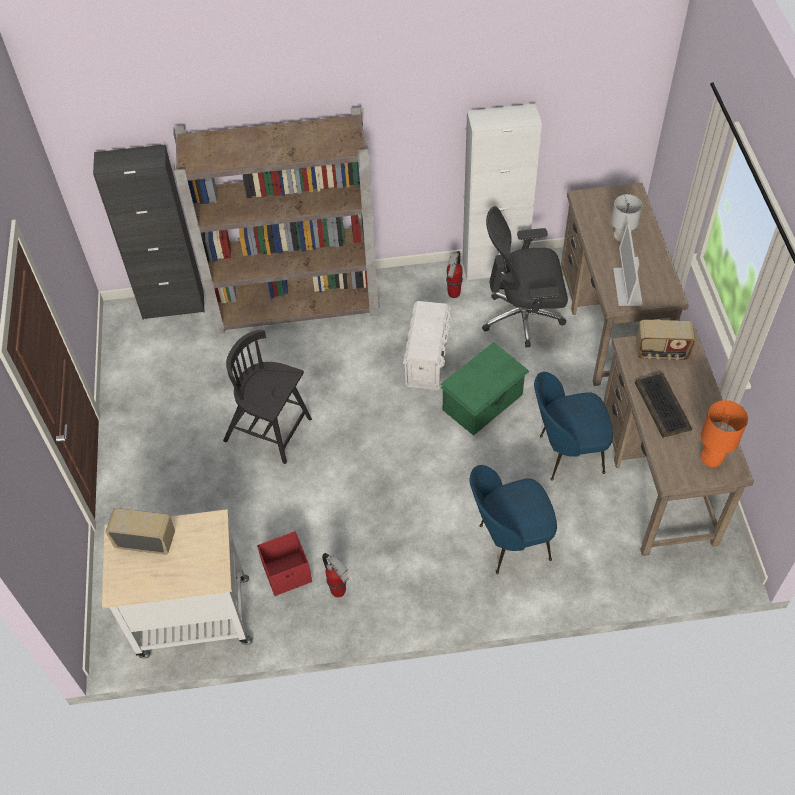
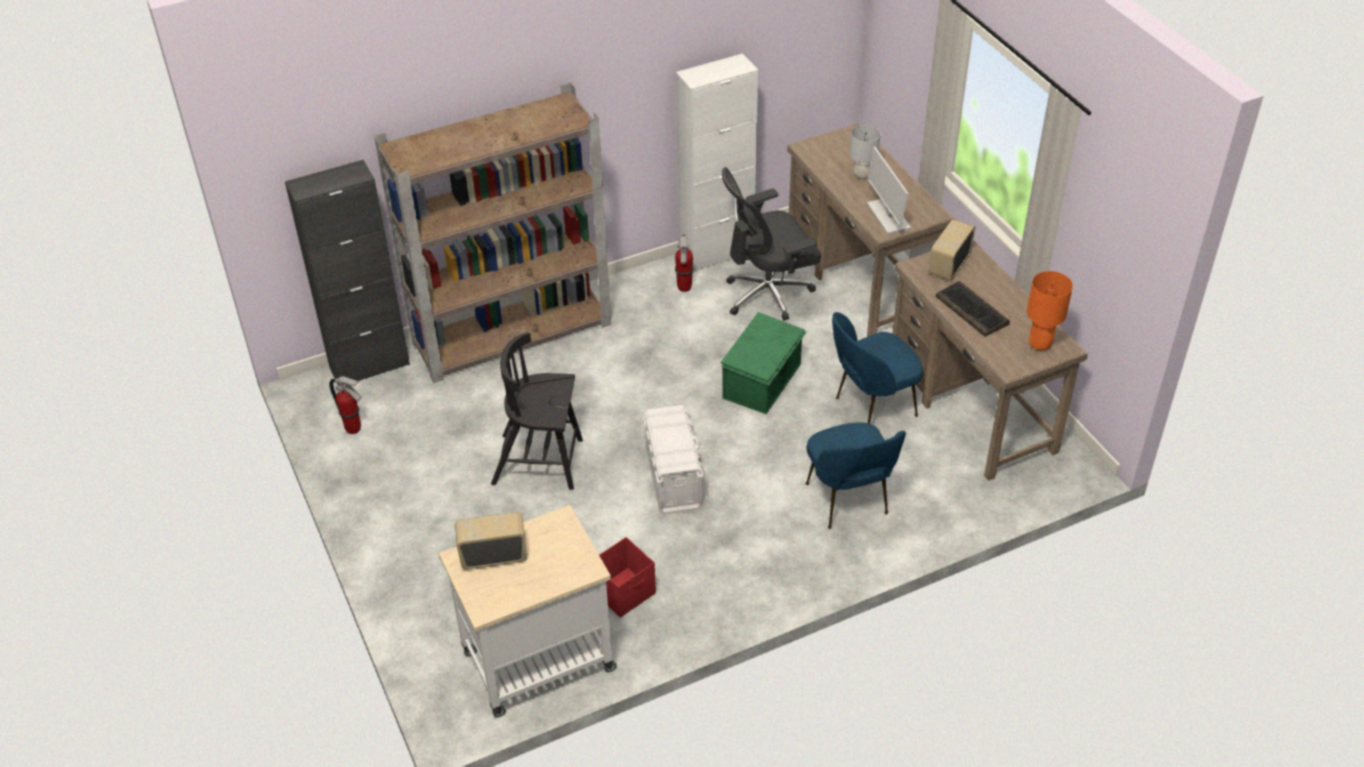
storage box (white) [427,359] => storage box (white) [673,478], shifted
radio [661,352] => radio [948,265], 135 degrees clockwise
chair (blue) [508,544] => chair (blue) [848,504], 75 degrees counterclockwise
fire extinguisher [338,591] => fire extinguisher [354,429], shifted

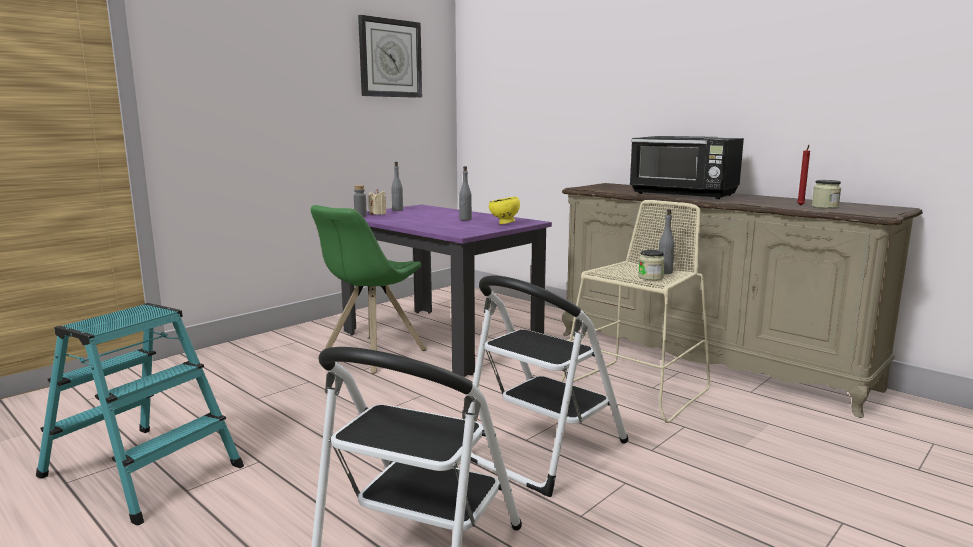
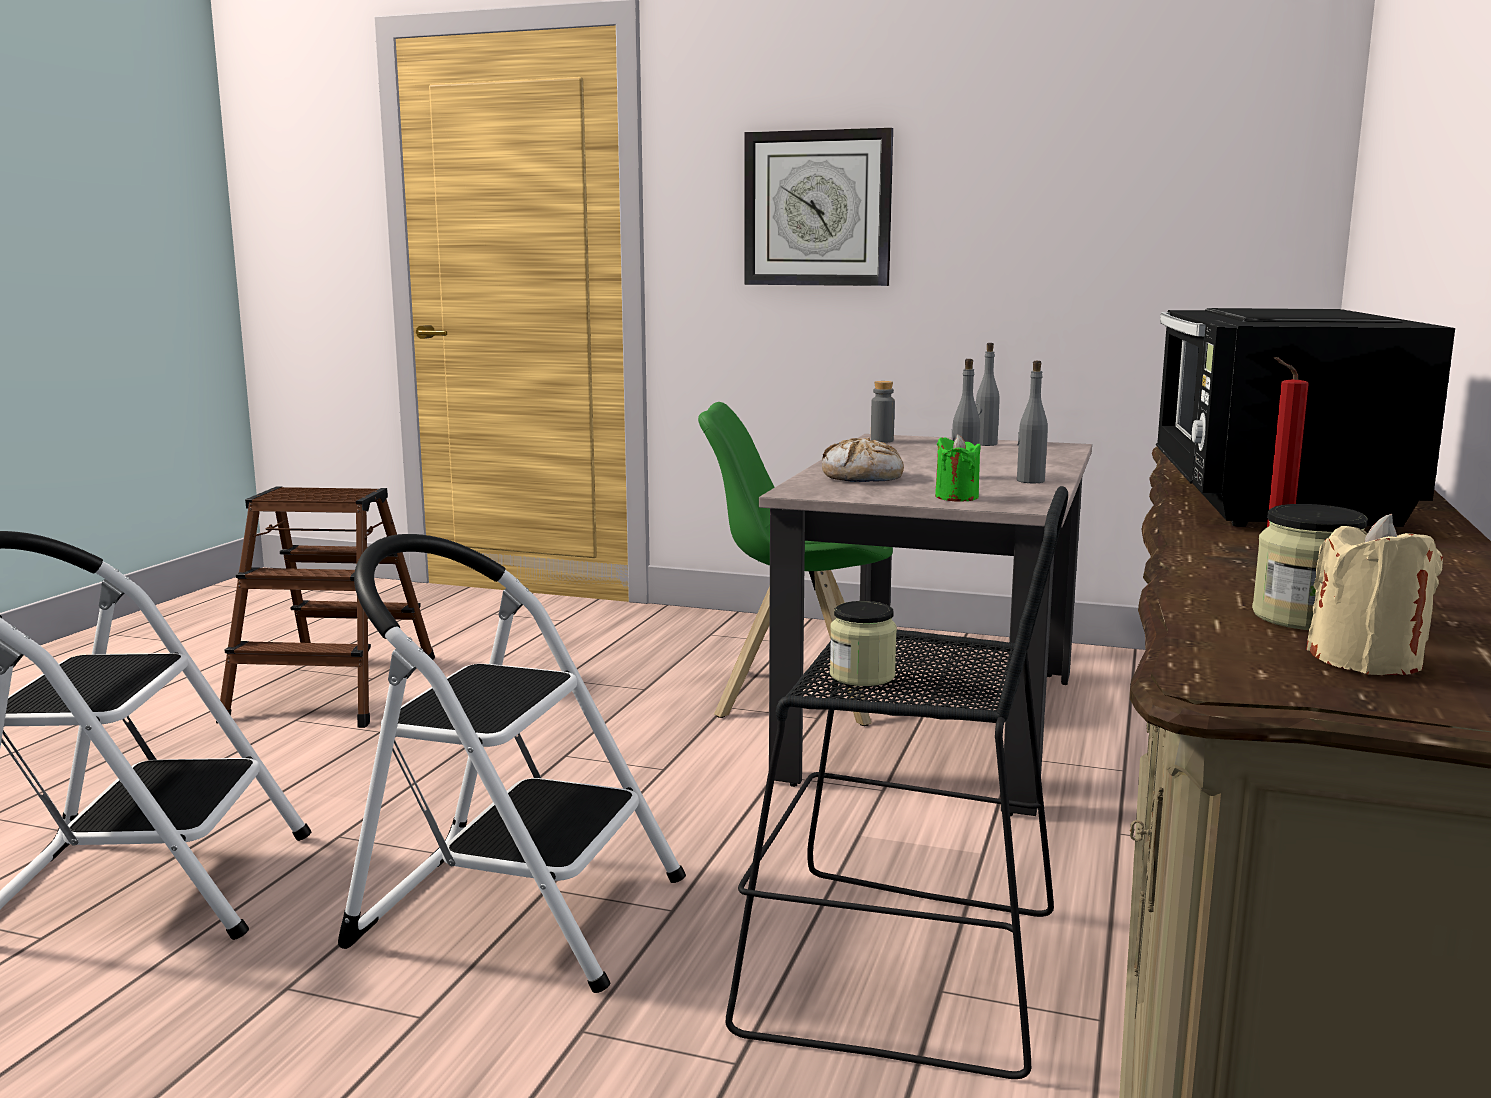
wall clock [390,58] => wall clock [817,208], shifted
candle (beige) [377,213] => candle (beige) [1366,661], shifted
bowl (yellow) [504,224] => candle (green) [956,497]
stool (beige) [635,390] => stool (black) [897,968]
dining table (purple) [440,339] => dining table (beige) [935,724]
bottle (grey) [664,272] => bottle (grey) [1030,481], shifted
step ladder (turquoise) [141,470] => step ladder (brown) [334,688]
nothing => bread [863,477]

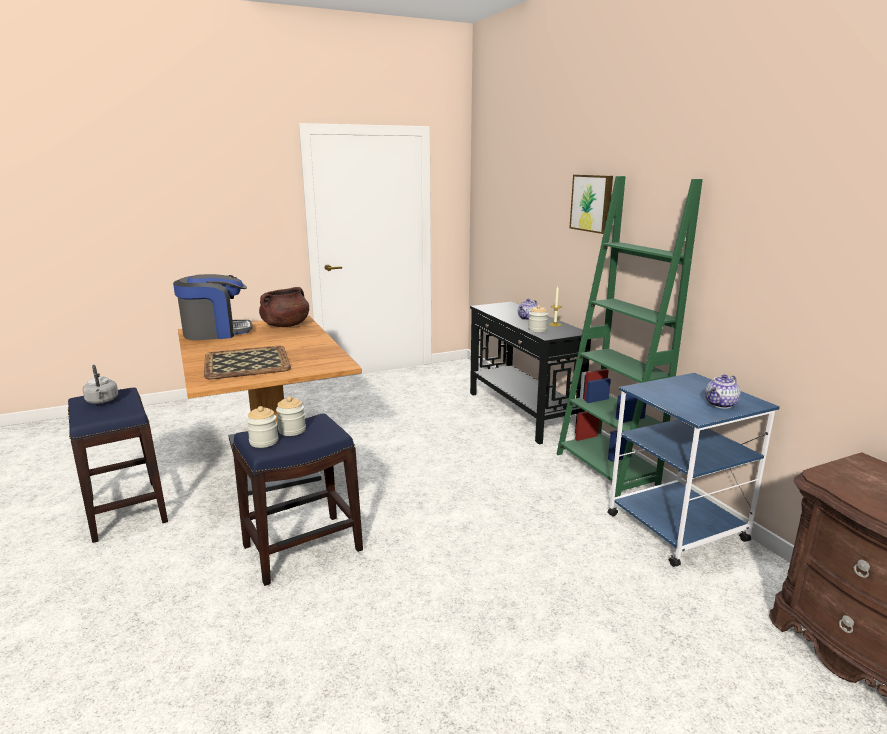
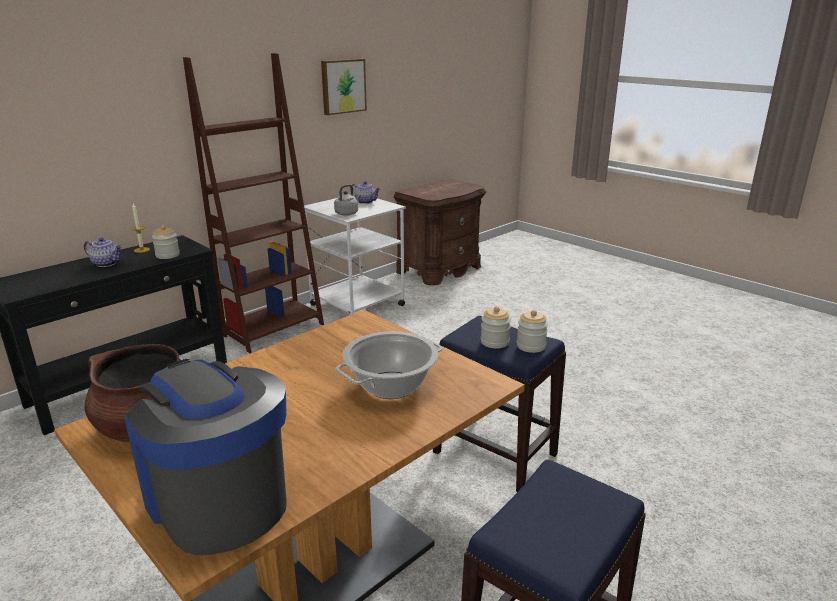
picture [592,203] => picture [342,86], shifted
bookcase (green) [606,468] => bookcase (brown) [273,329]
tray [246,362] => cooking pot [391,386]
kettle (grey) [102,401] => kettle (grey) [347,213], shifted
cart (blue) [677,529] => cart (white) [358,304]

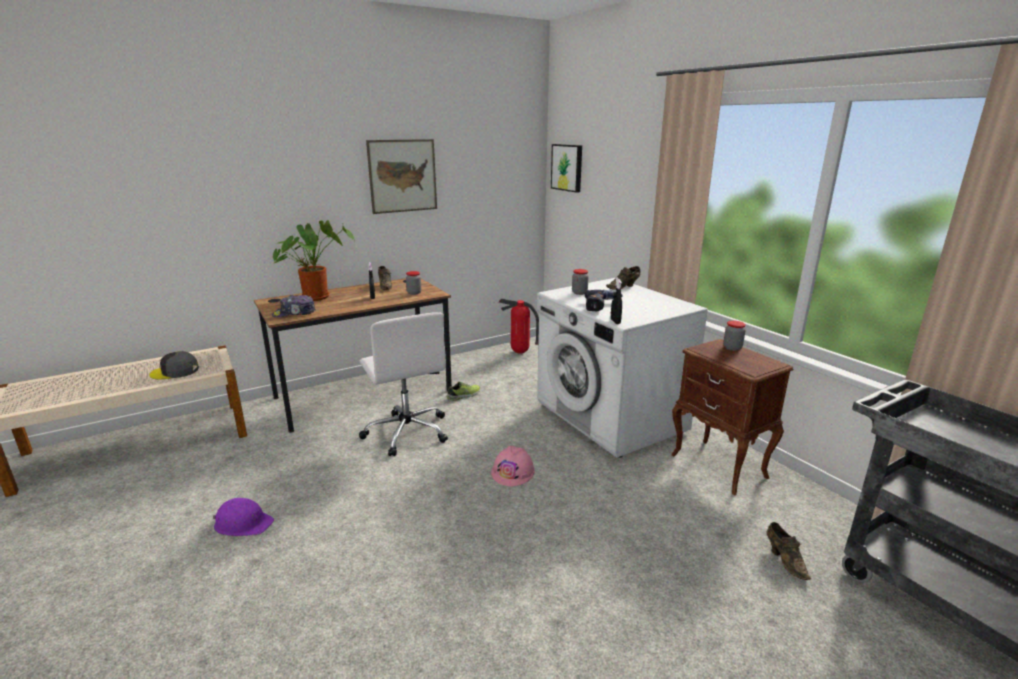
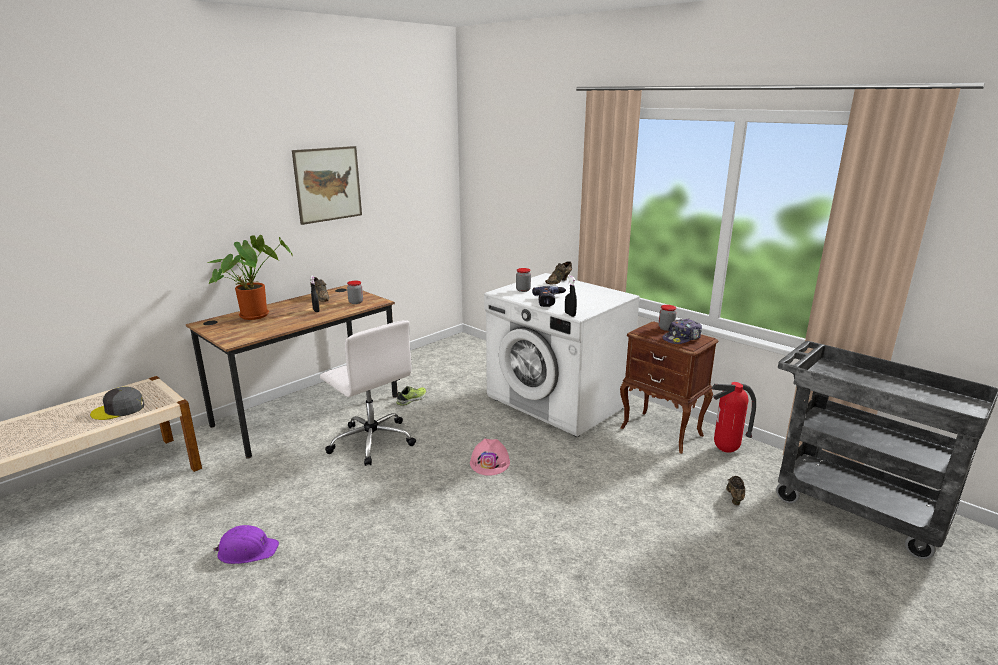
picture [567,167] => nothing
cap [294,313] => cap [682,338], shifted
fire extinguisher [519,353] => fire extinguisher [726,451], shifted
shoe (brown) [785,560] => shoe (brown) [734,497], 135 degrees counterclockwise

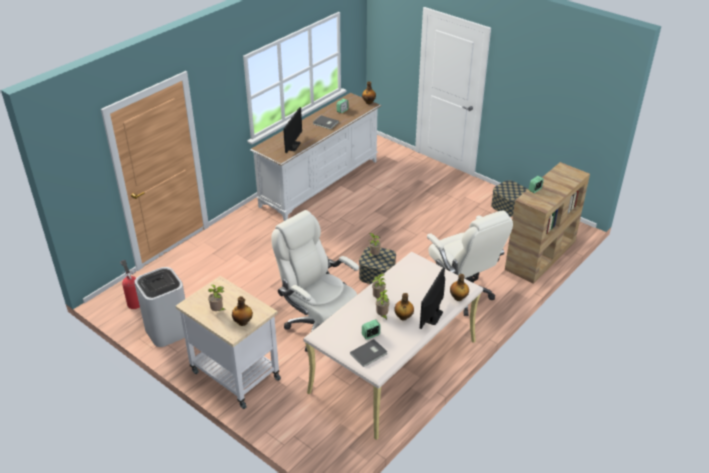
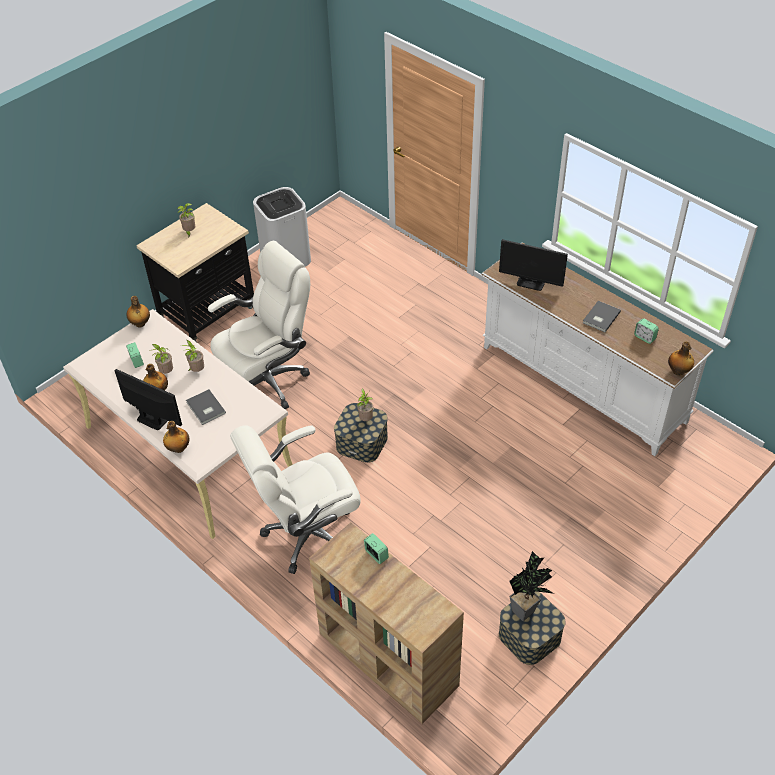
fire extinguisher [134,302] => nothing
cart (white) [235,375] => cart (black) [207,313]
bottle [243,322] => bottle [140,324], shifted
book (grey) [369,354] => book (grey) [205,408], shifted
nothing => potted plant [527,610]

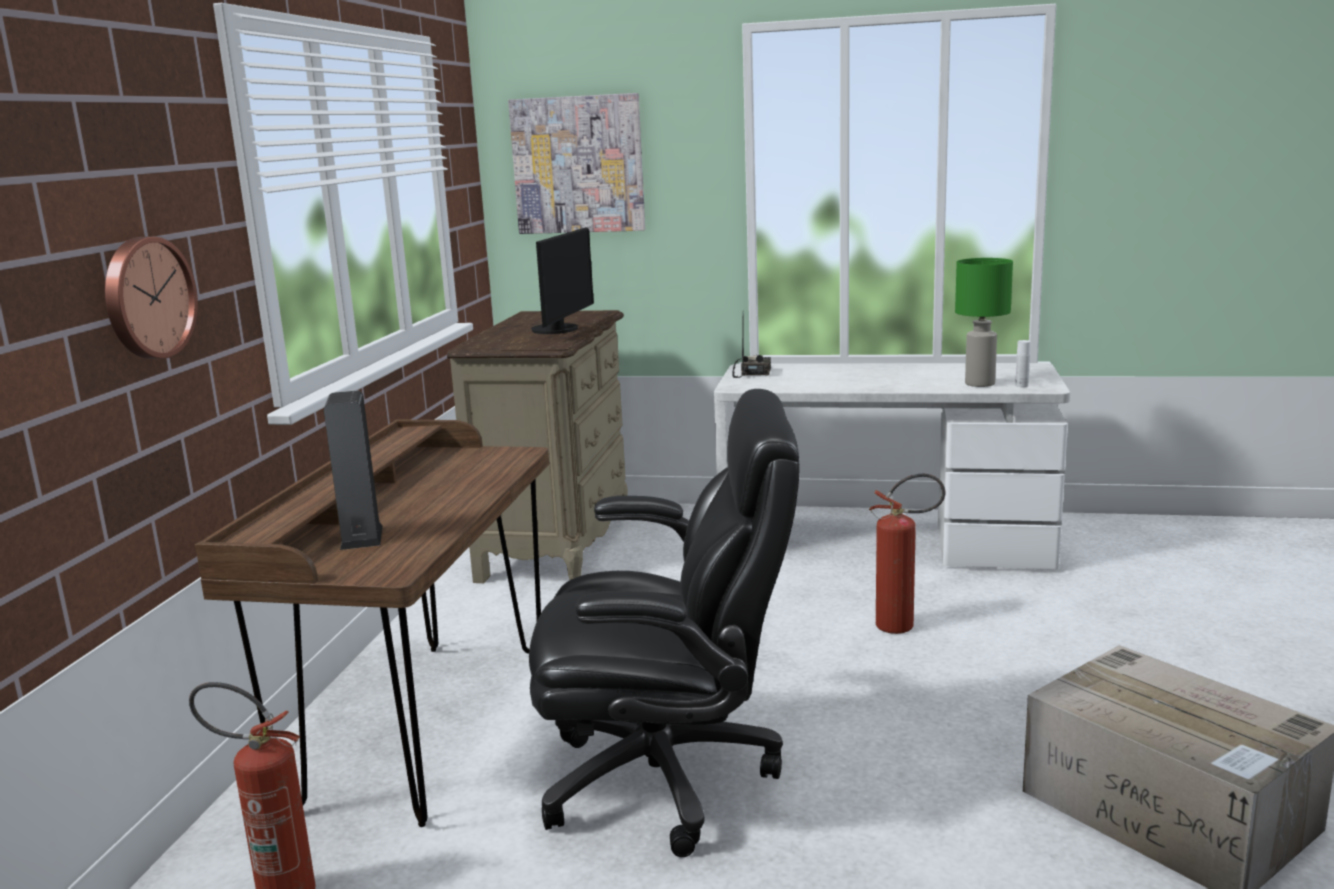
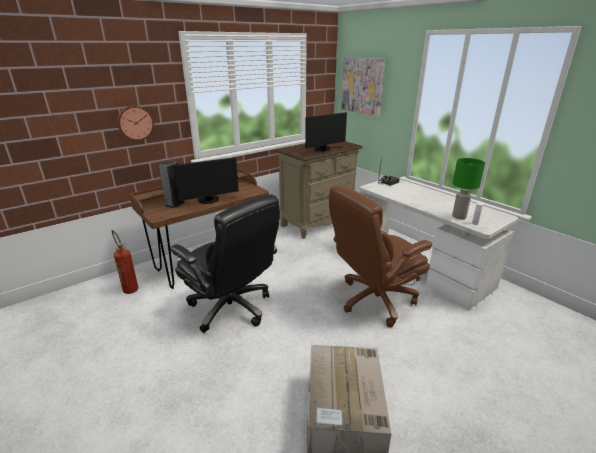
fire extinguisher [904,627] => office chair (brown) [372,300]
nothing => monitor [209,200]

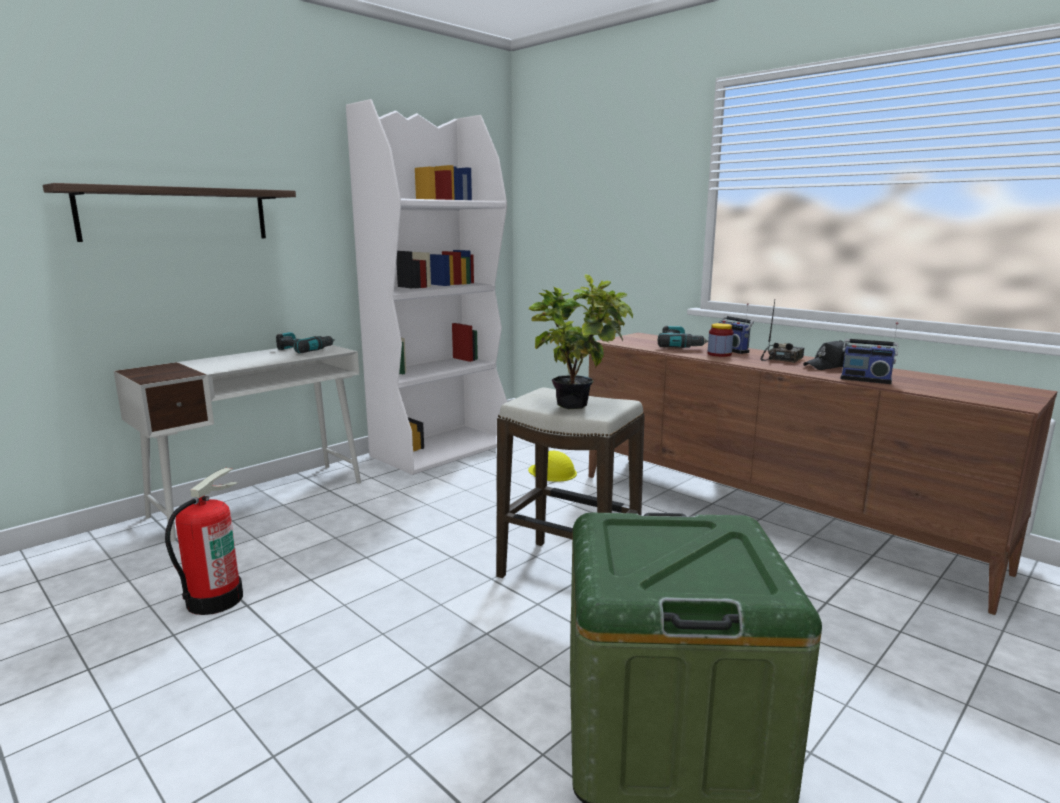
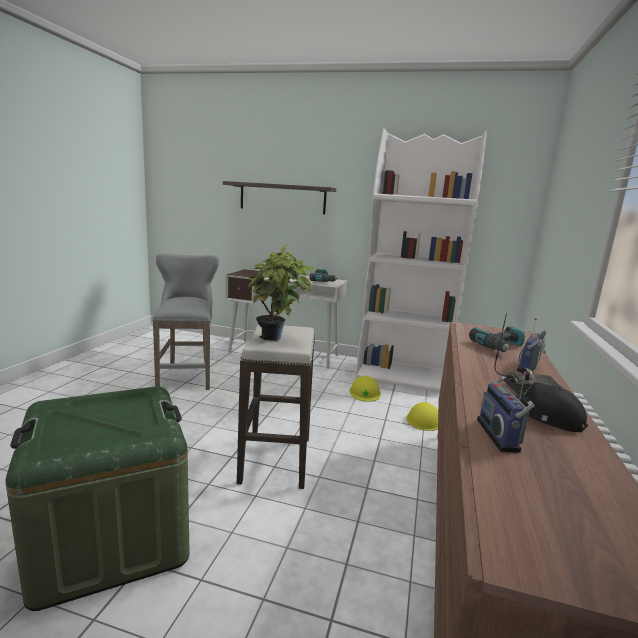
jar [719,354] => nothing
fire extinguisher [214,599] => stool (grey) [187,375]
nothing => hard hat (yellow) [365,392]

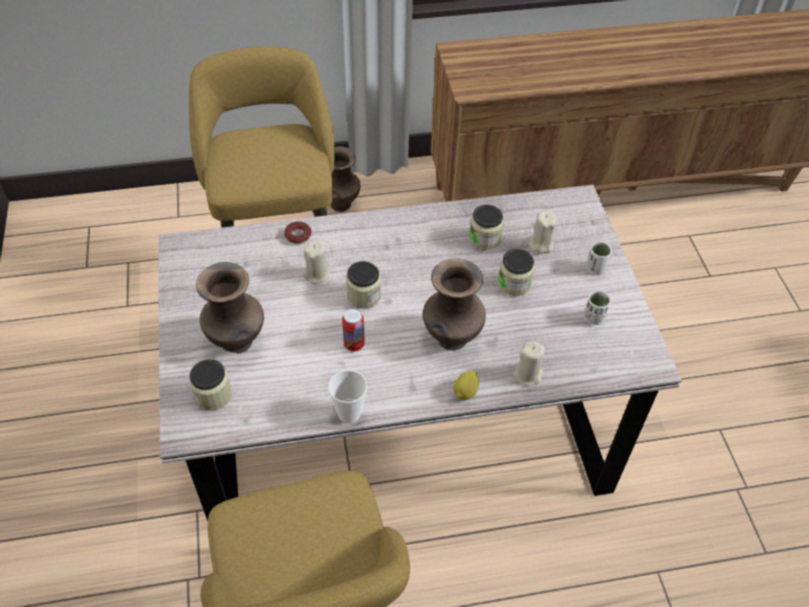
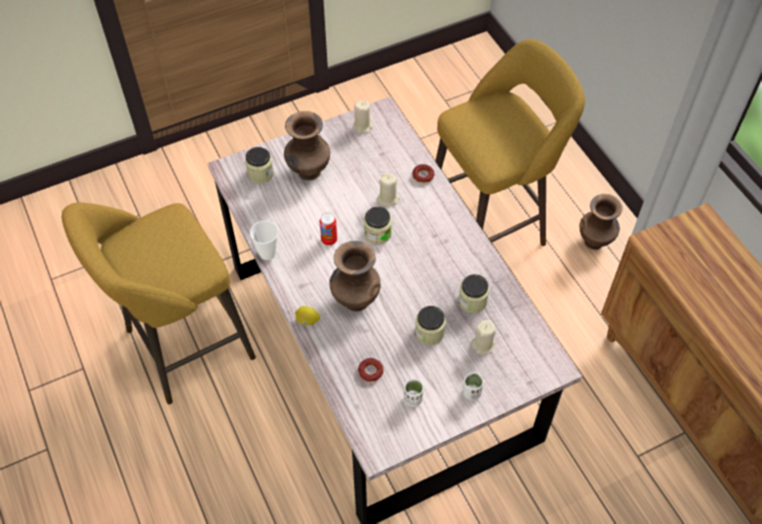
candle (beige) [528,375] => candle (beige) [362,126], shifted
nothing => donut [370,371]

